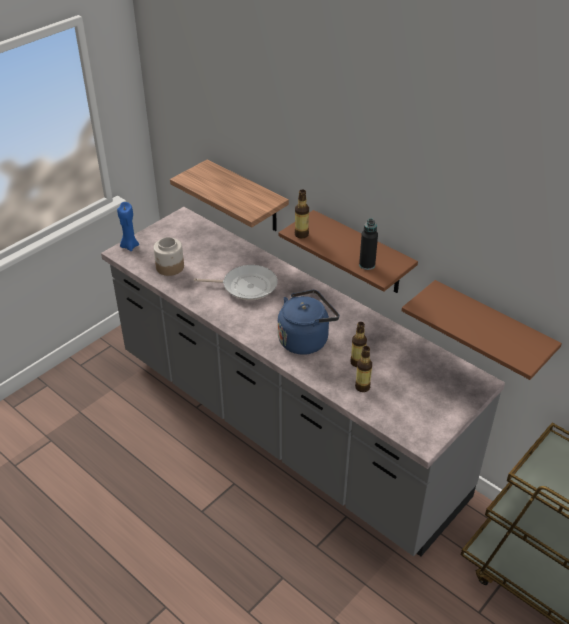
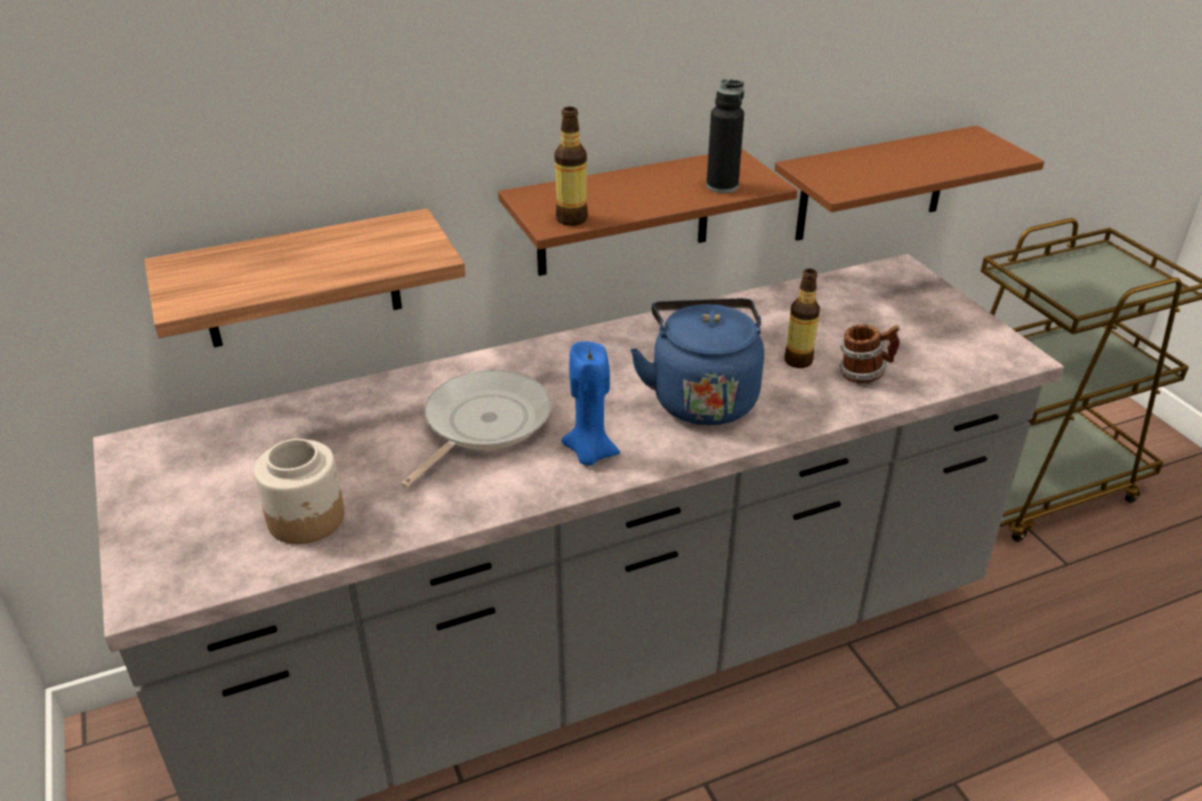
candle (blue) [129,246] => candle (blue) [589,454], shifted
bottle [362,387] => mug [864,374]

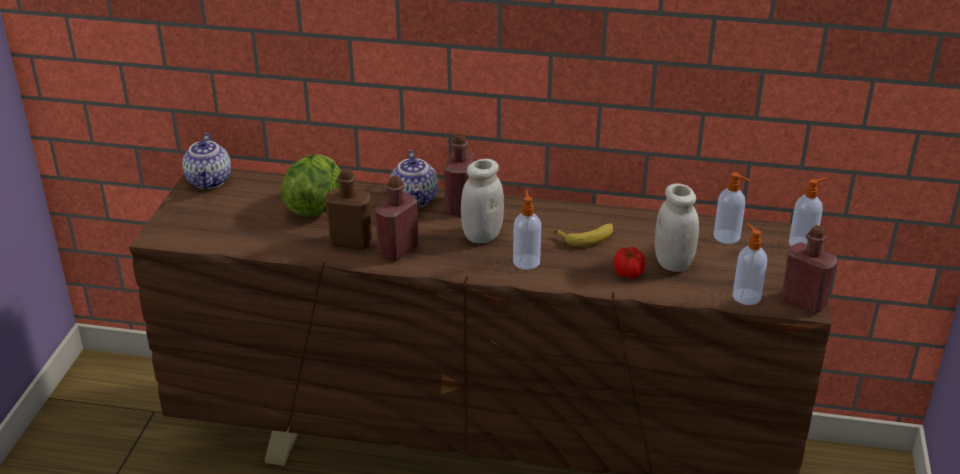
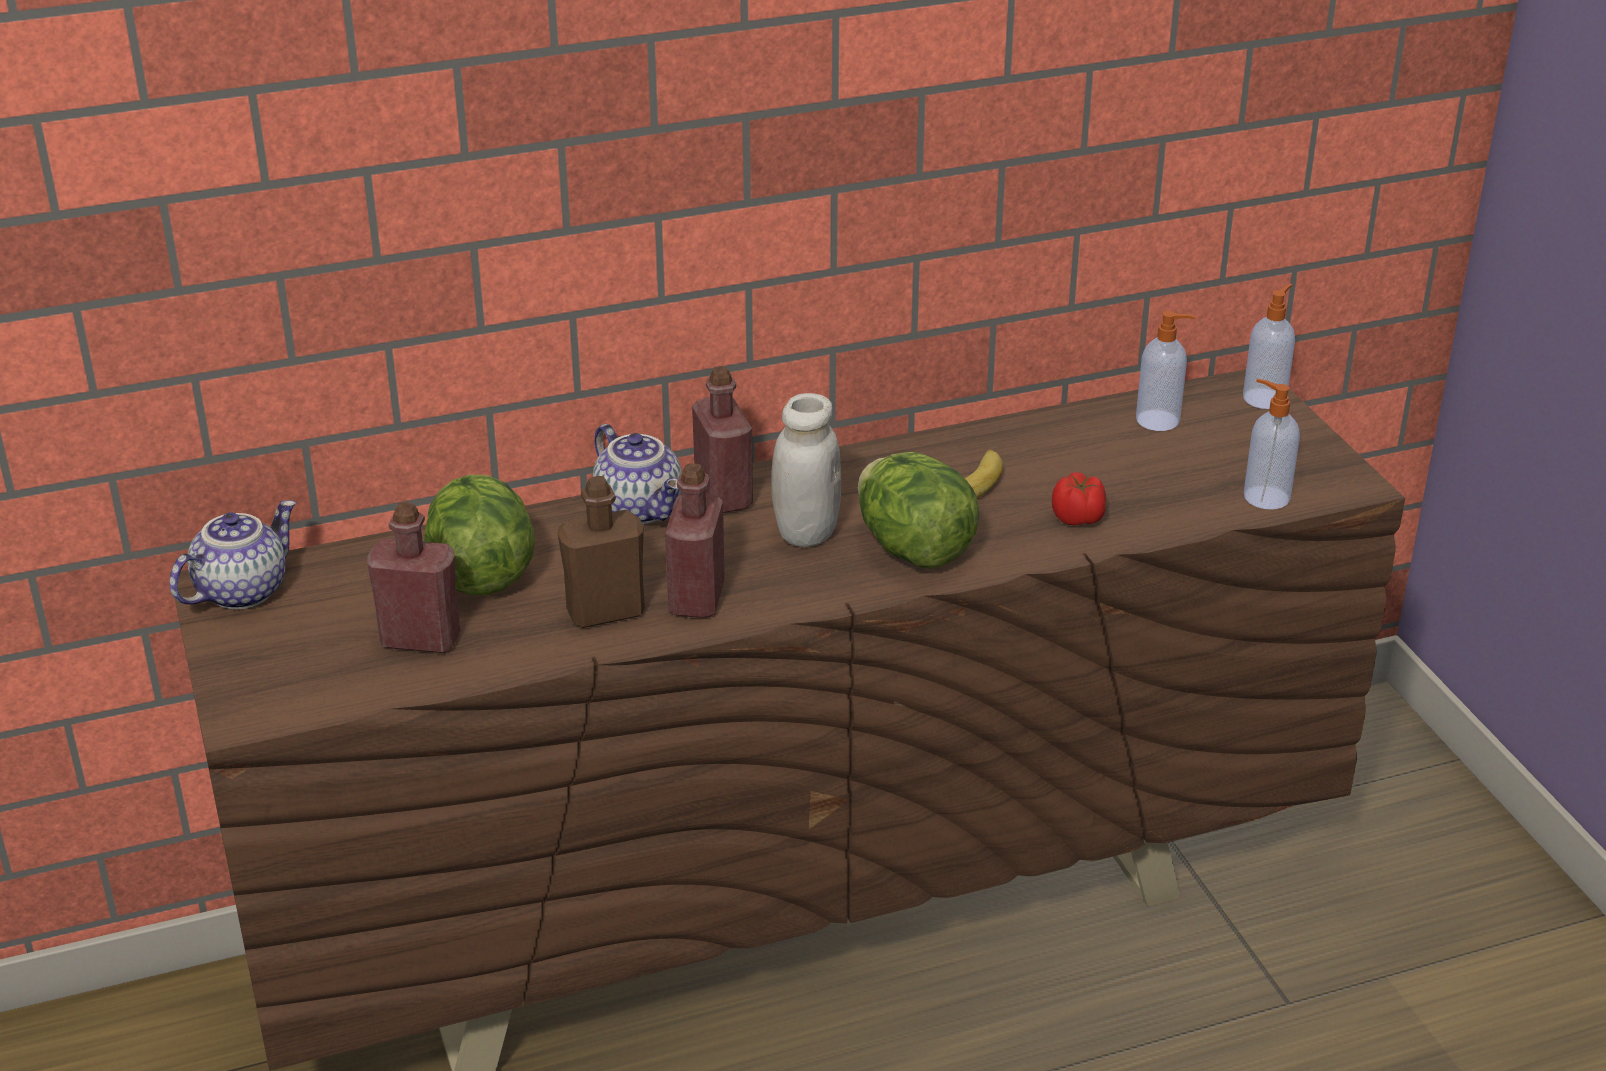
teapot [210,181] => teapot [241,590], 105 degrees counterclockwise
jar (white) [673,263] => nothing
soap dispenser [526,261] => lettuce [913,549]
bottle (red) [803,302] => bottle (red) [420,639], shifted

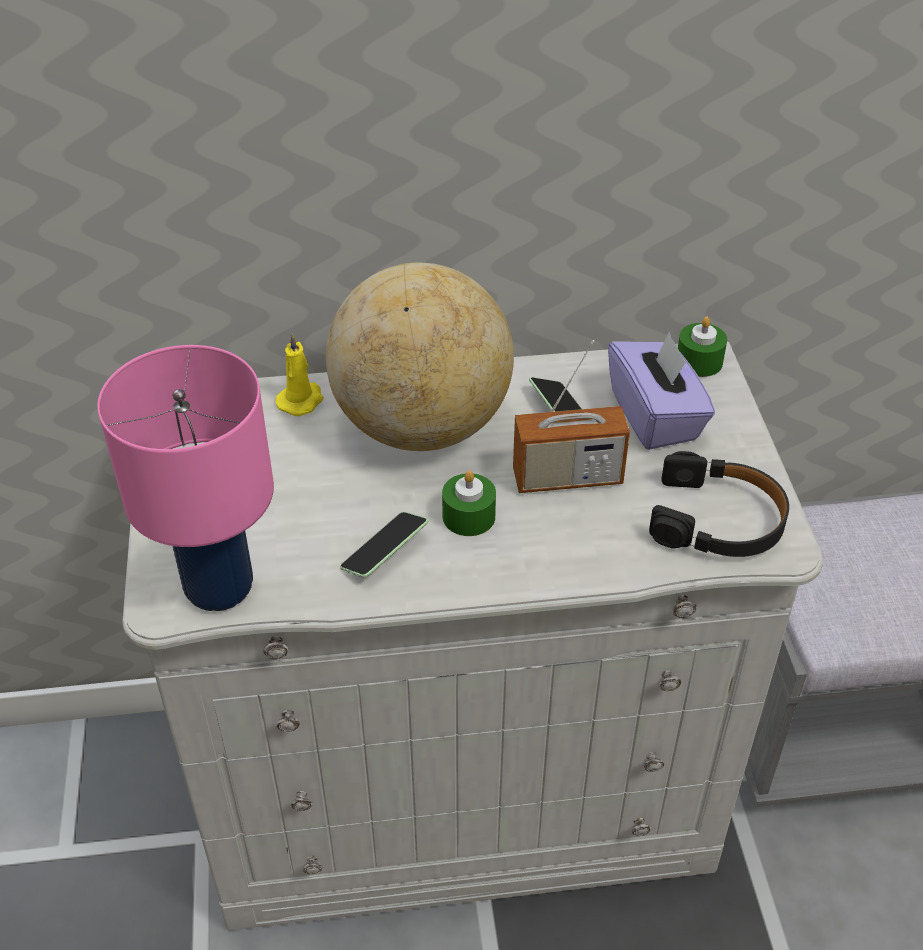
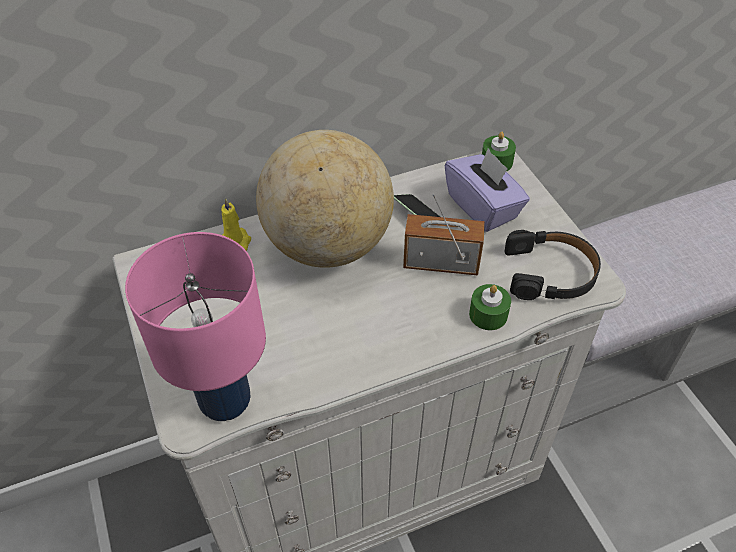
radio [567,478] => radio [441,263], 150 degrees counterclockwise
candle (green) [468,516] => candle (green) [488,315], shifted
phone [385,553] => nothing

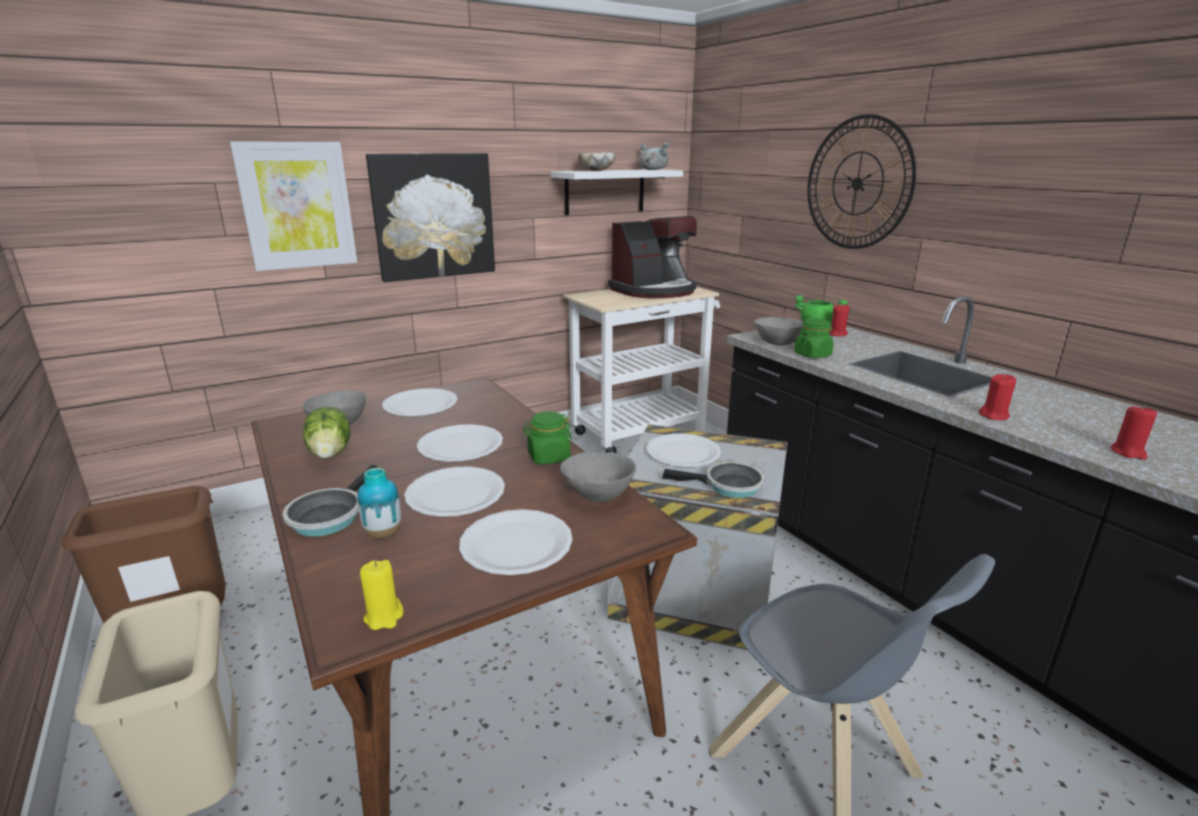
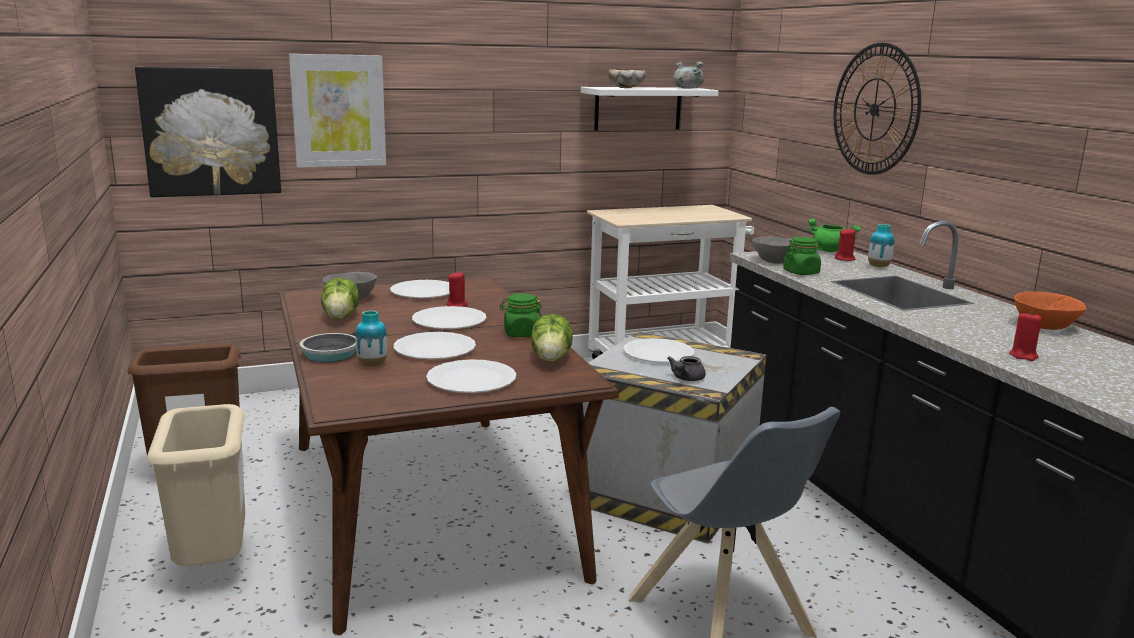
picture [433,216] => picture [211,132], shifted
coffee machine [654,291] => nothing
candle (red) [994,416] => candle (red) [457,305], shifted
bowl (grey) [599,493] => lettuce [552,358]
frying pan [728,486] => teapot (grey) [686,379]
candle (yellow) [384,617] => nothing
nothing => vase [878,266]
nothing => bowl (orange) [1043,326]

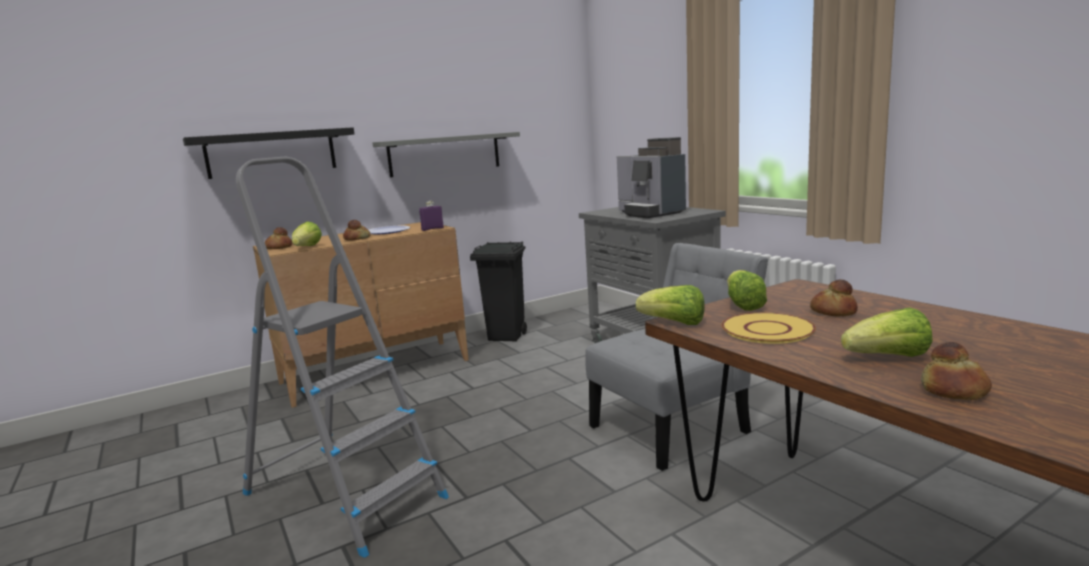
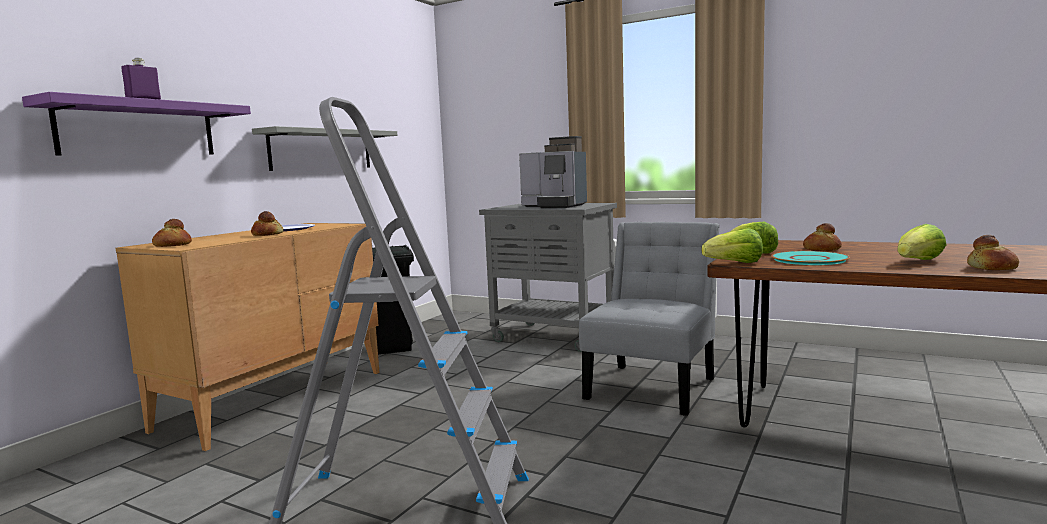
shelf (black) [271,153] => shelf (purple) [139,129]
bottle (purple) [432,229] => bottle (purple) [143,99], shifted
lettuce [307,247] => nothing
plate (yellow) [767,329] => plate (turquoise) [809,259]

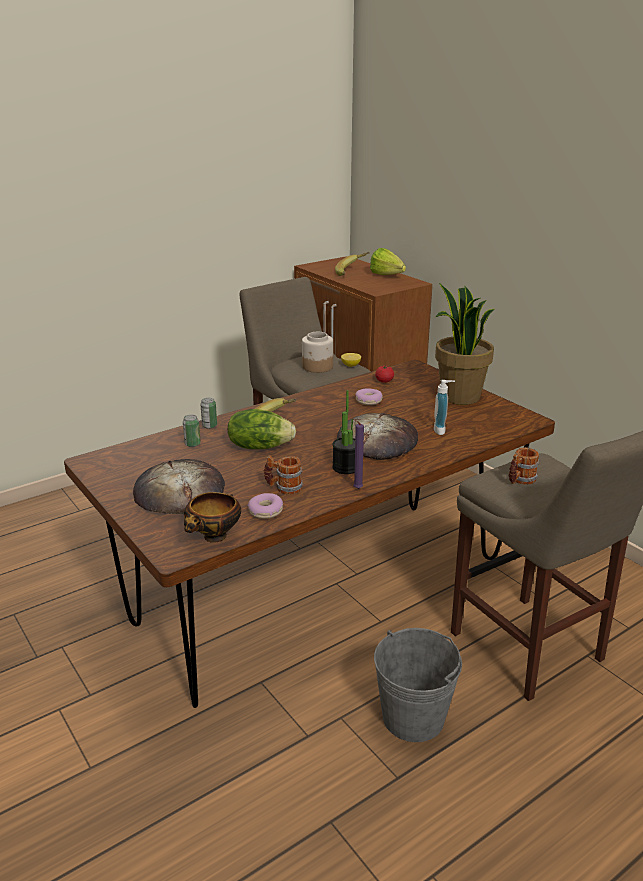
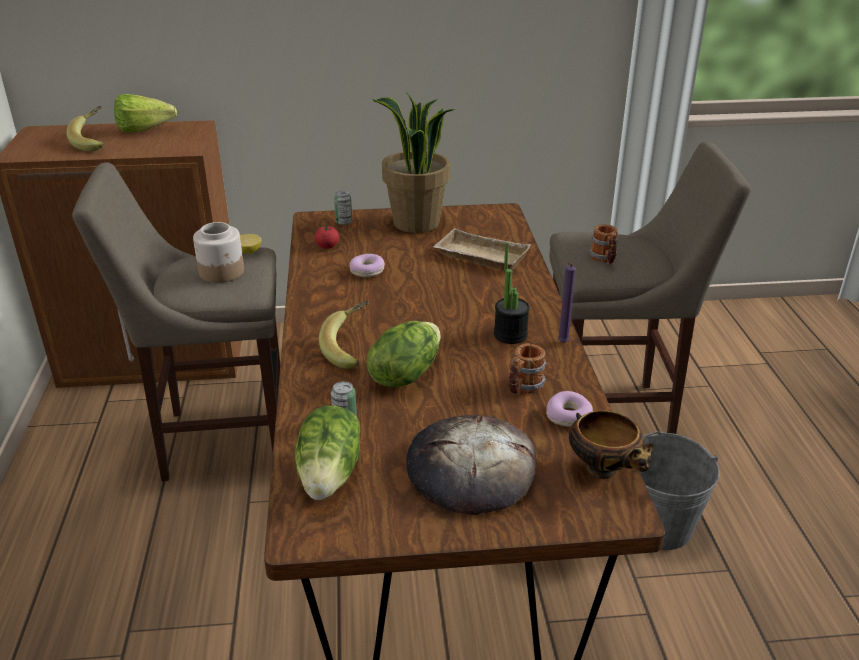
soap dispenser [442,430] => tray (beige) [479,257]
can [209,426] => can [344,222], shifted
bread [377,441] => nothing
nothing => lettuce [331,474]

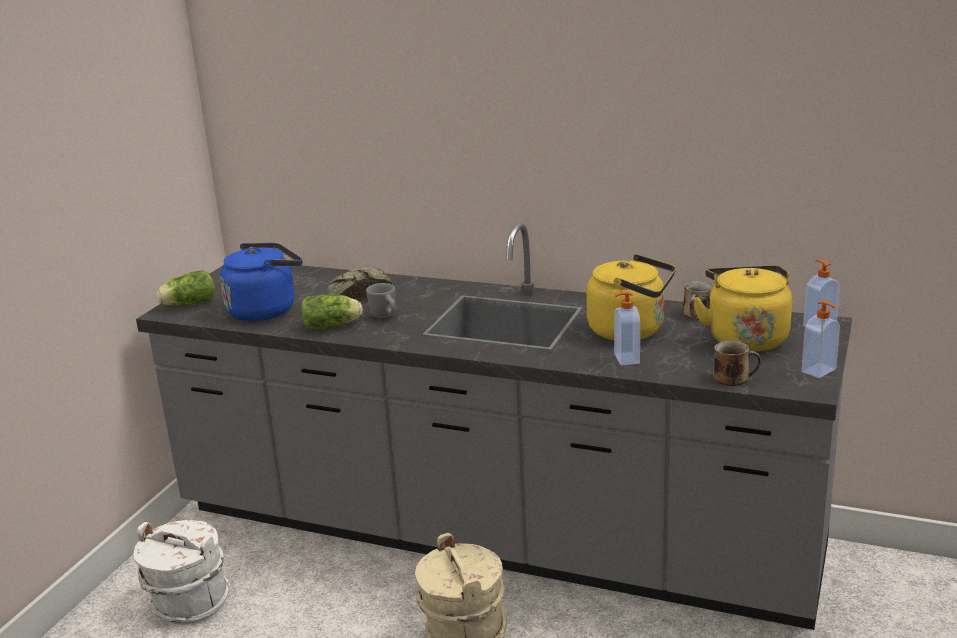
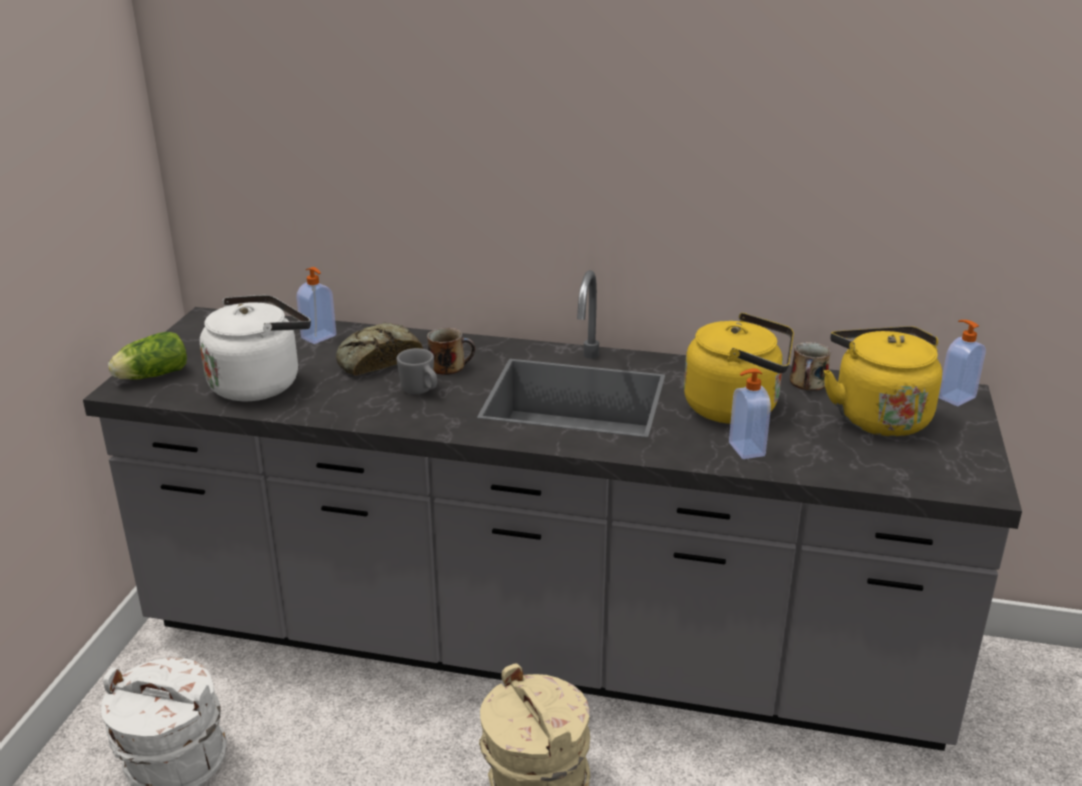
kettle (blue) [266,310] => kettle (white) [259,383]
lettuce [333,326] => nothing
soap dispenser [819,371] => soap dispenser [319,337], shifted
mug [733,378] => mug [449,366], shifted

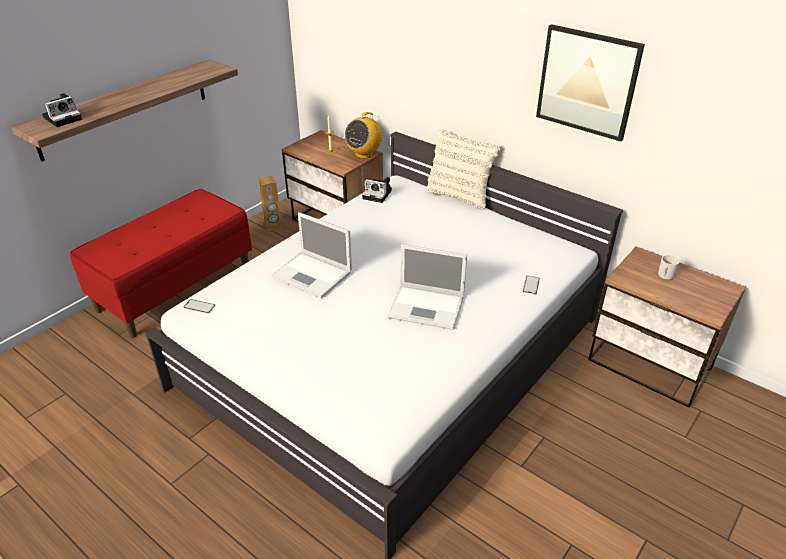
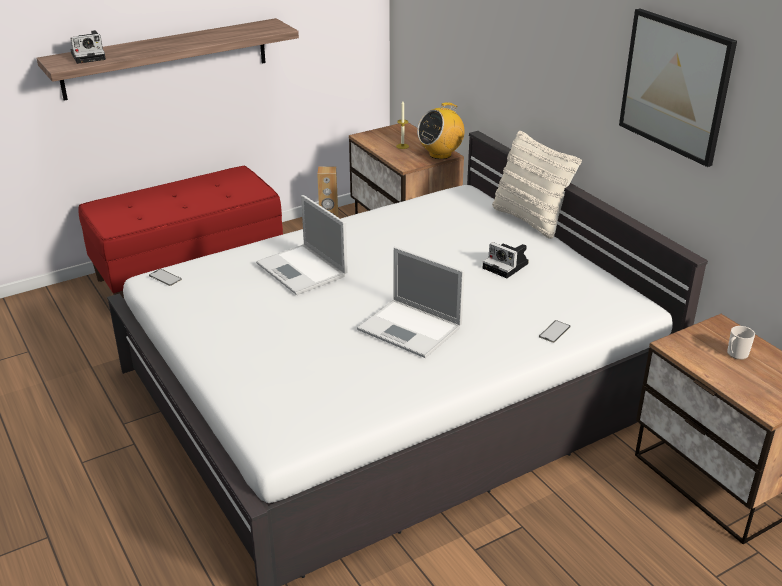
photo camera [378,194] => photo camera [507,266], shifted

